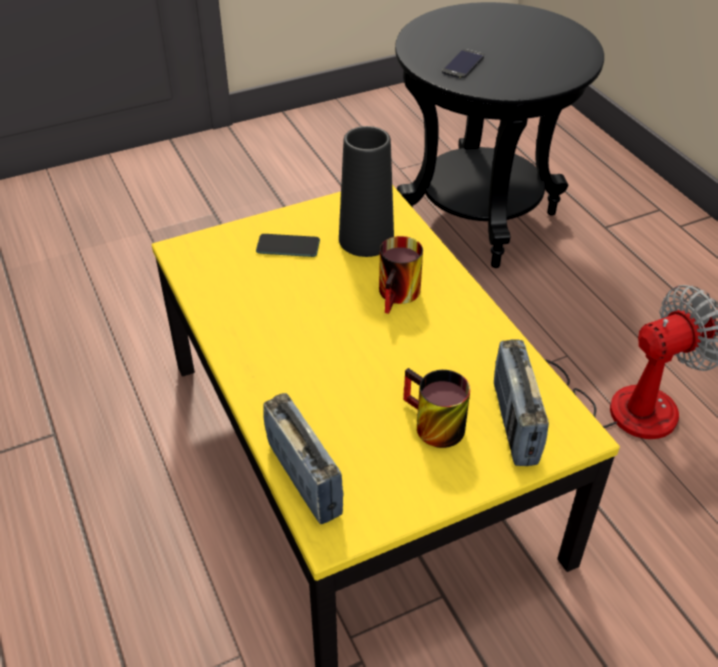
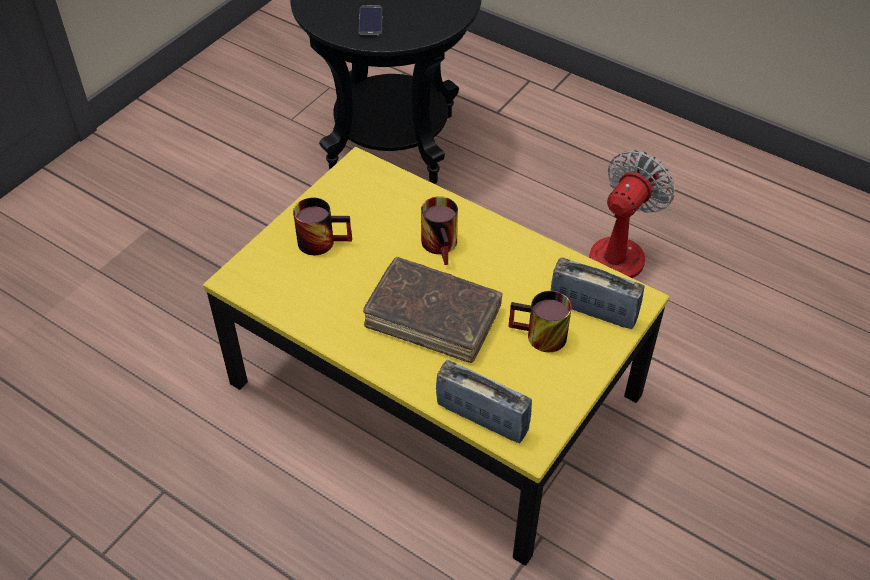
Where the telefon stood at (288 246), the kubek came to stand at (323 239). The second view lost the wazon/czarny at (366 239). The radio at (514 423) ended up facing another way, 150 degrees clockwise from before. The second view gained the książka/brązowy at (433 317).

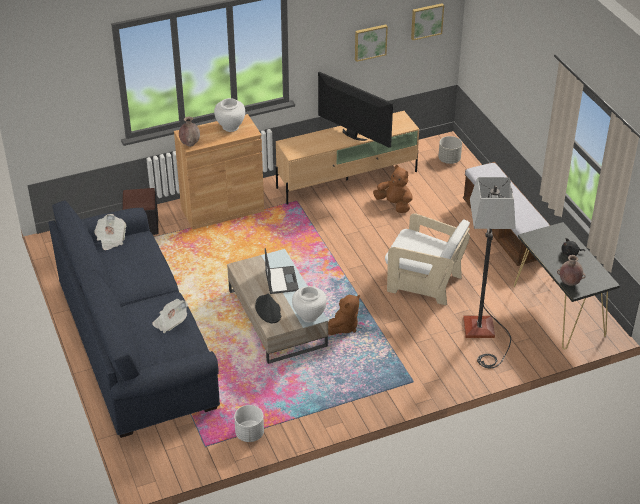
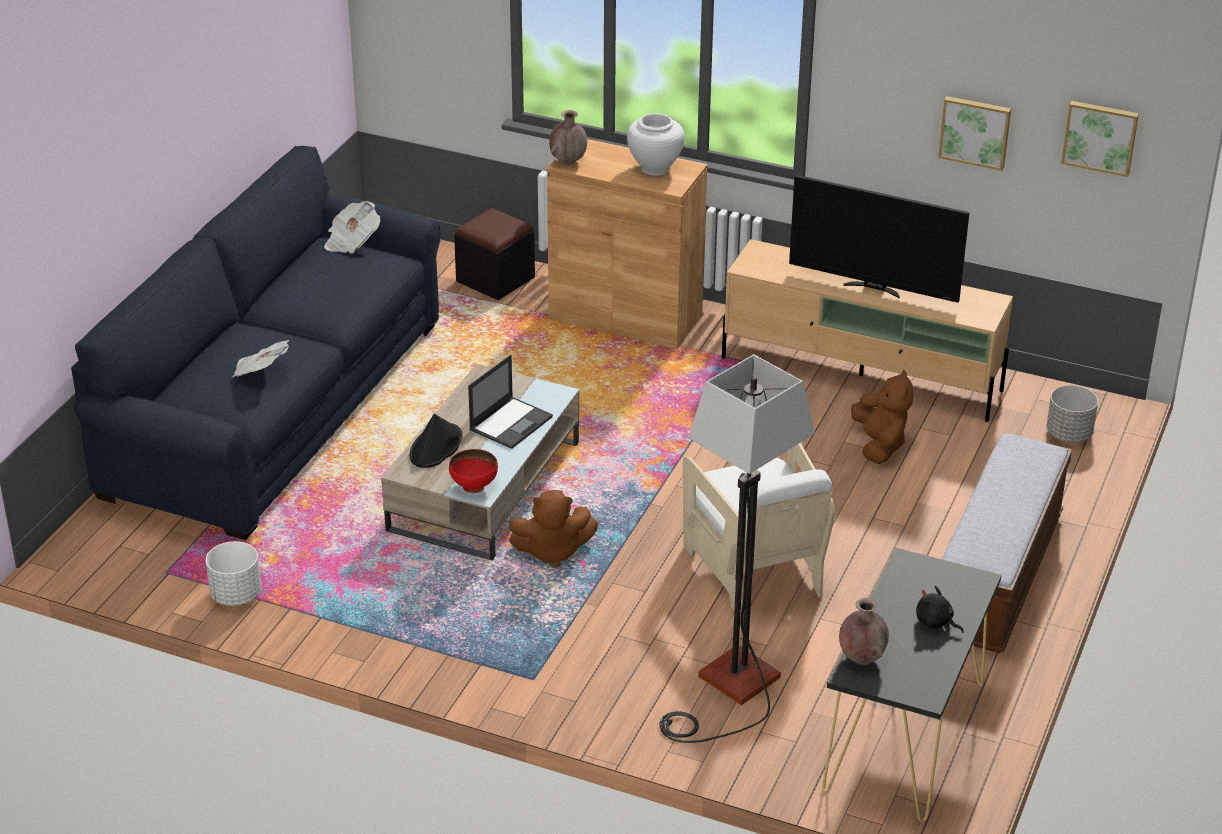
Where the wazon/biały stood at (309 316), the miska/czerwony came to stand at (474 487). The telewizor at (352 135) ended up facing another way, 120 degrees clockwise from before.

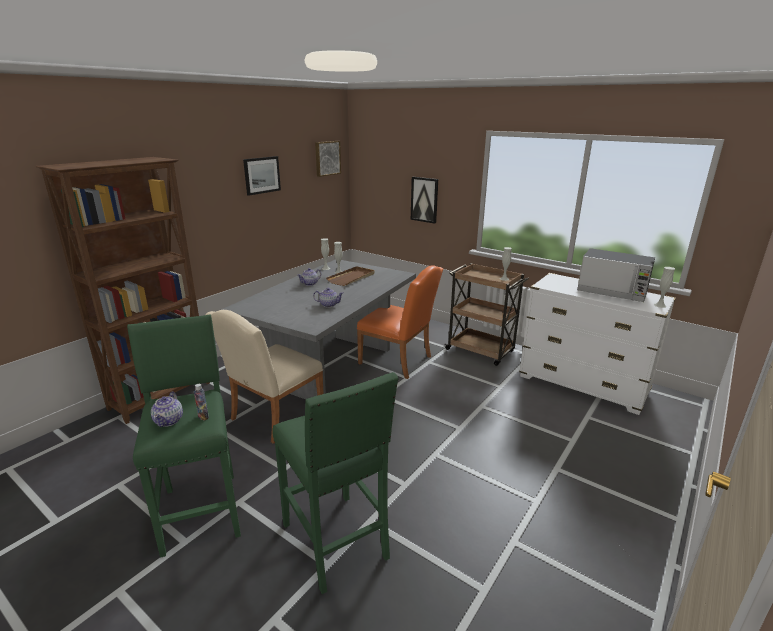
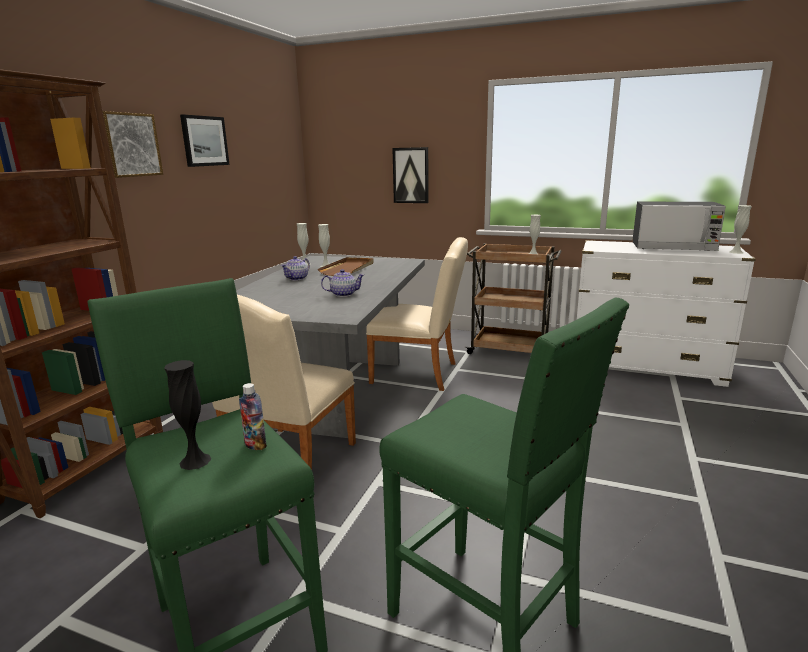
Where the imbryk stood at (169 420), the wazon/czarny came to stand at (195 461). The obraz ended up elsewhere, having gone from (327 158) to (130 145). What was the krzesło/pomarańczowy at (399 361) turned into the krzesło/beżowy at (420 373).

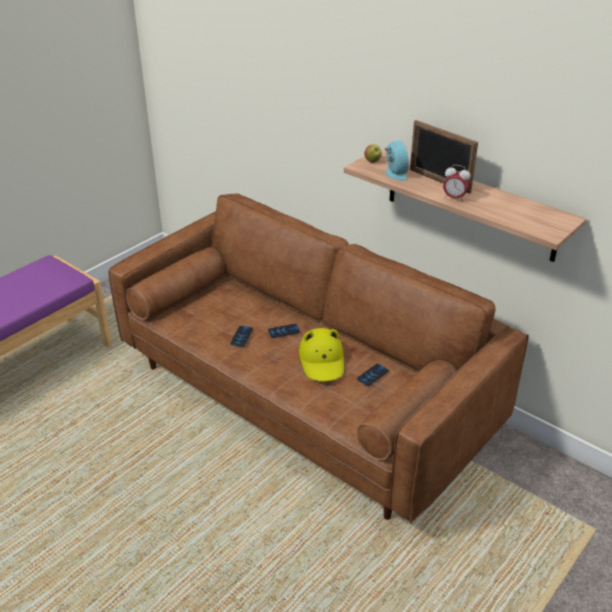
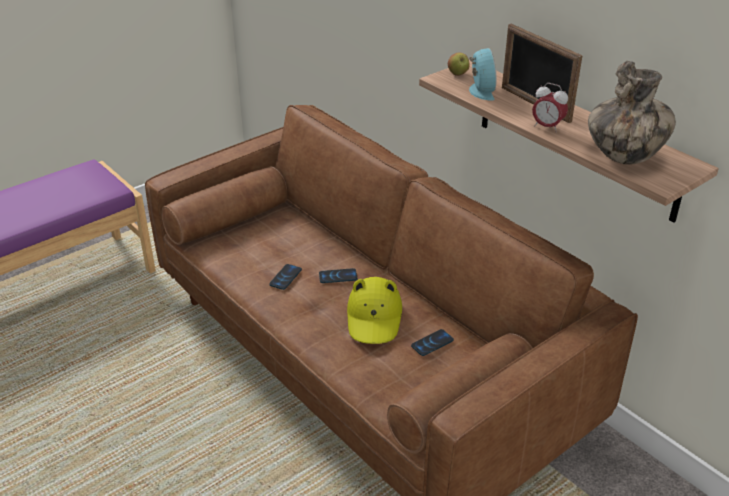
The second view gained the wazon at (625 157).

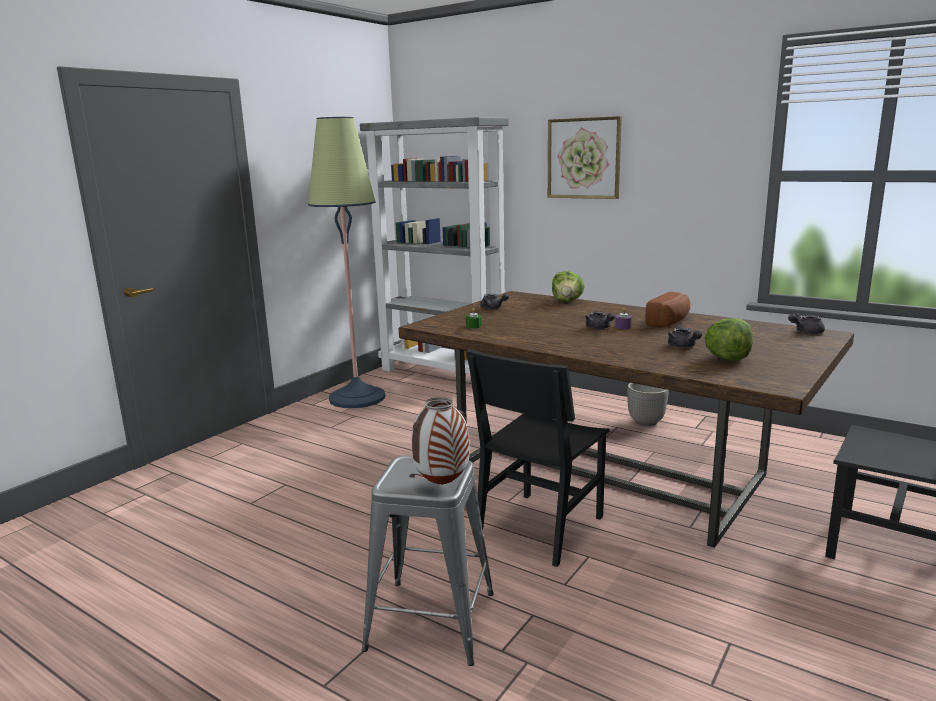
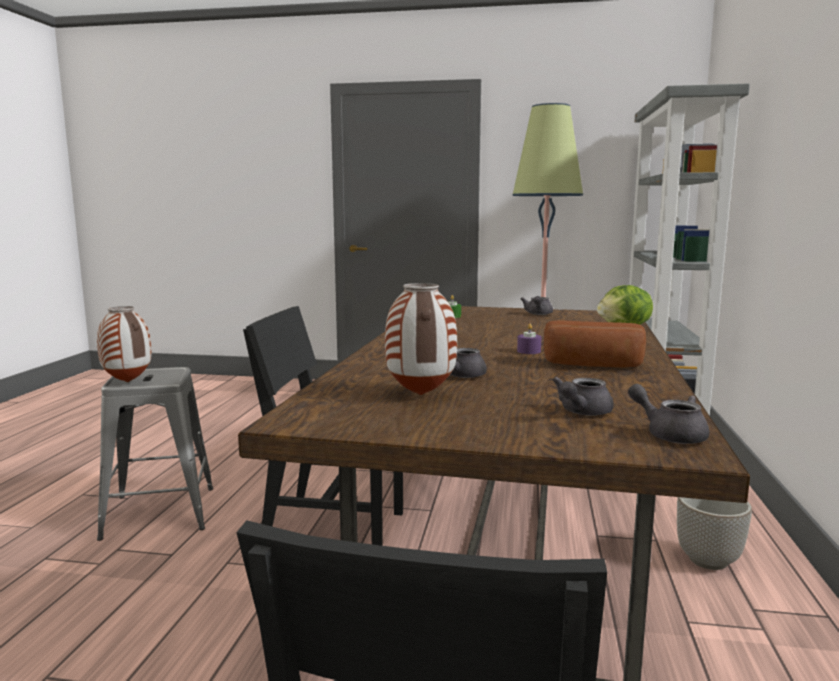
The second view lost the obraz at (584 158). The imbryk/szary ended up elsewhere, having gone from (599 328) to (581 412). Where the sałata stood at (727 358), the wazon came to stand at (419 395).

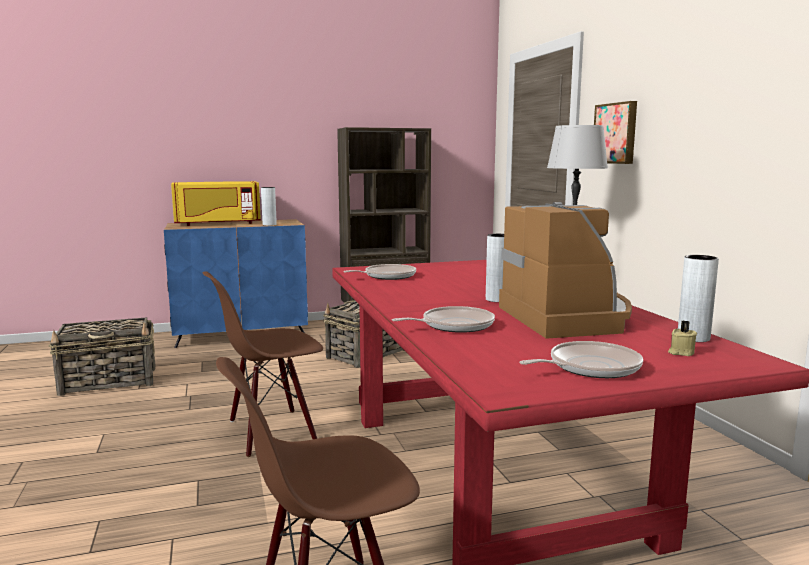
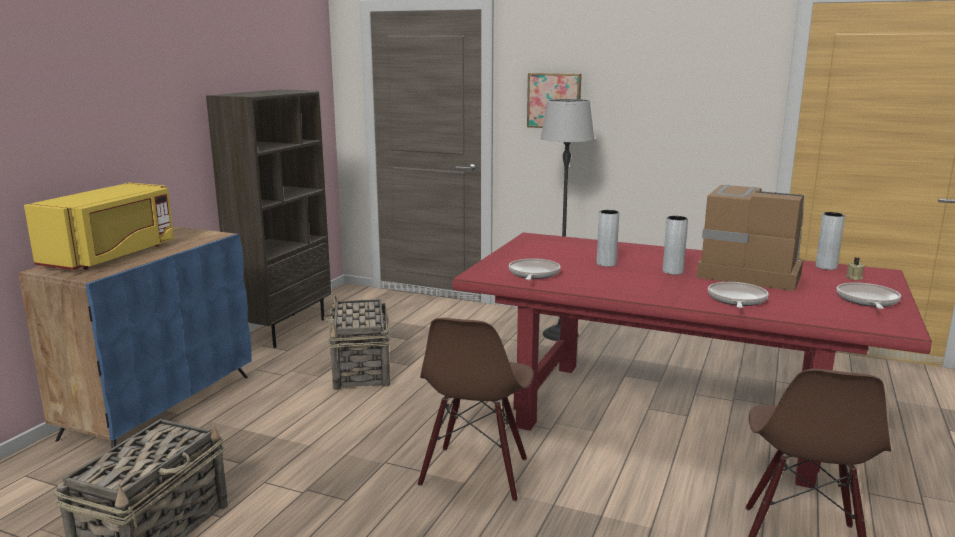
The wazon/szary ended up elsewhere, having gone from (269 224) to (606 264).

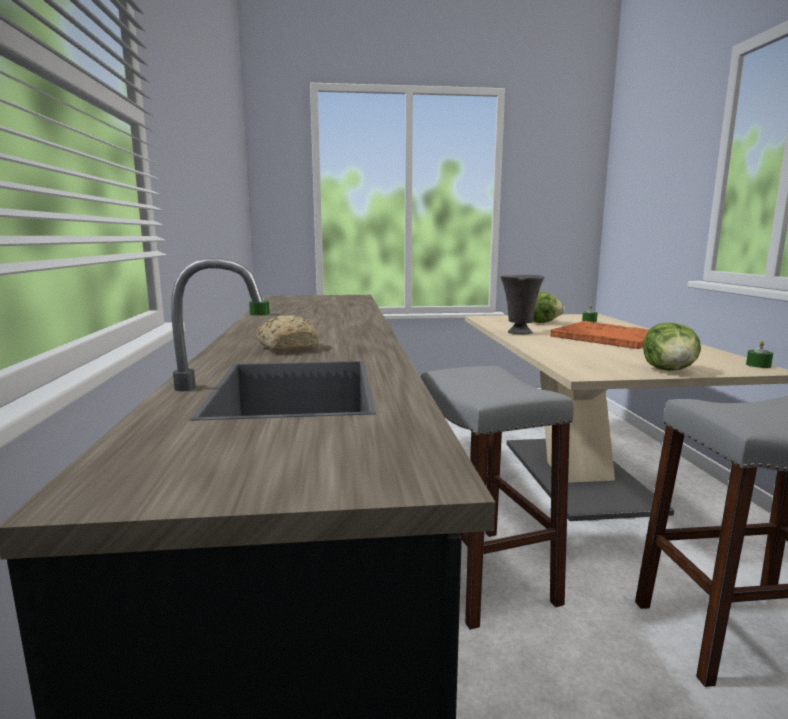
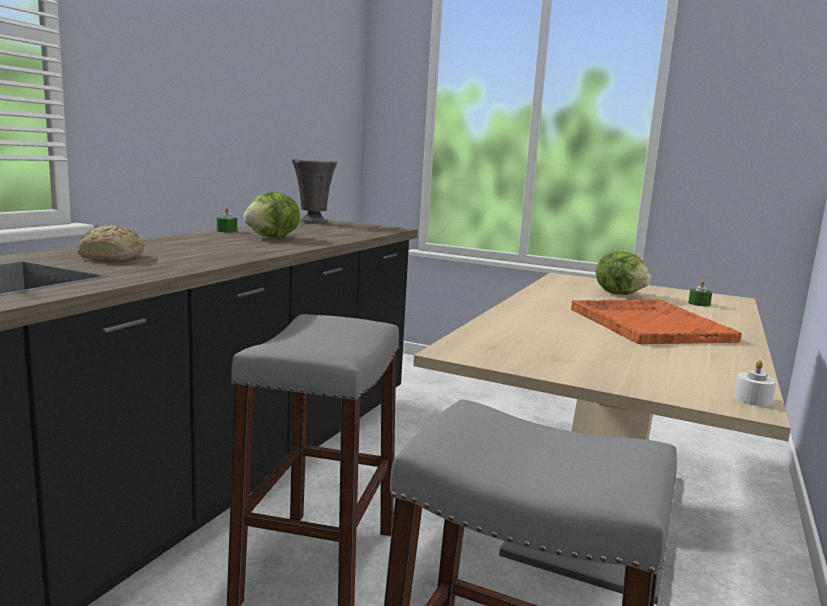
The wazon/szary ended up elsewhere, having gone from (518 333) to (312 222). The sałata ended up elsewhere, having gone from (669 370) to (273 237). What was the świeca/zielony at (758 365) turned into the świeca/biały at (752 399).

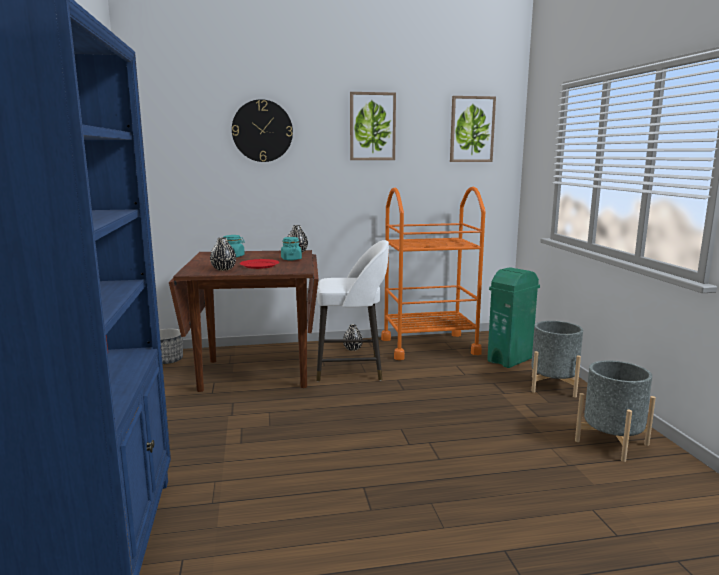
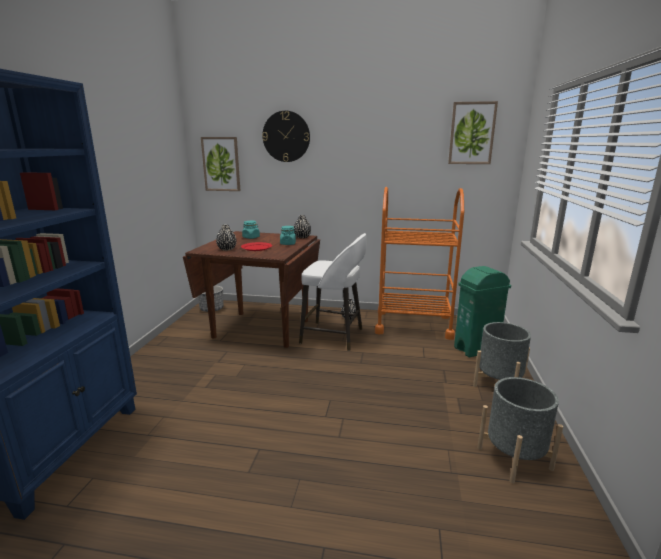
The obraz ended up elsewhere, having gone from (372 126) to (221 164).

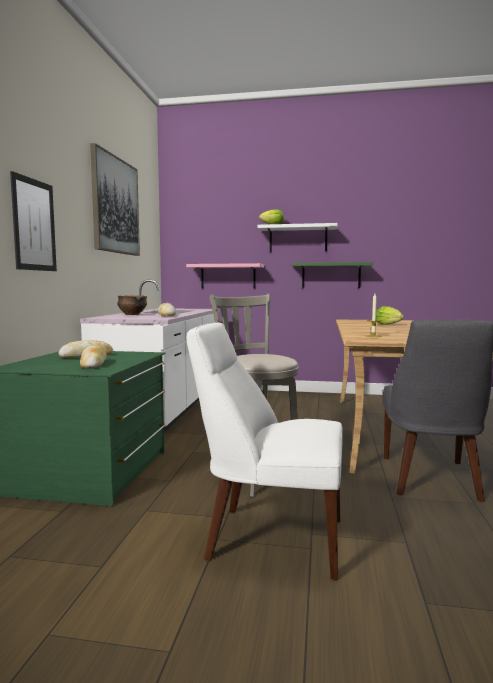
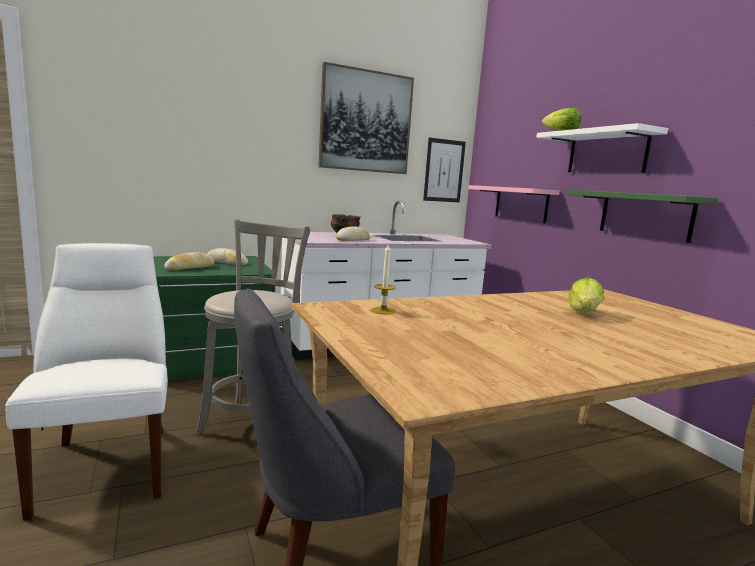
The obraz ended up elsewhere, having gone from (34 225) to (444 171).

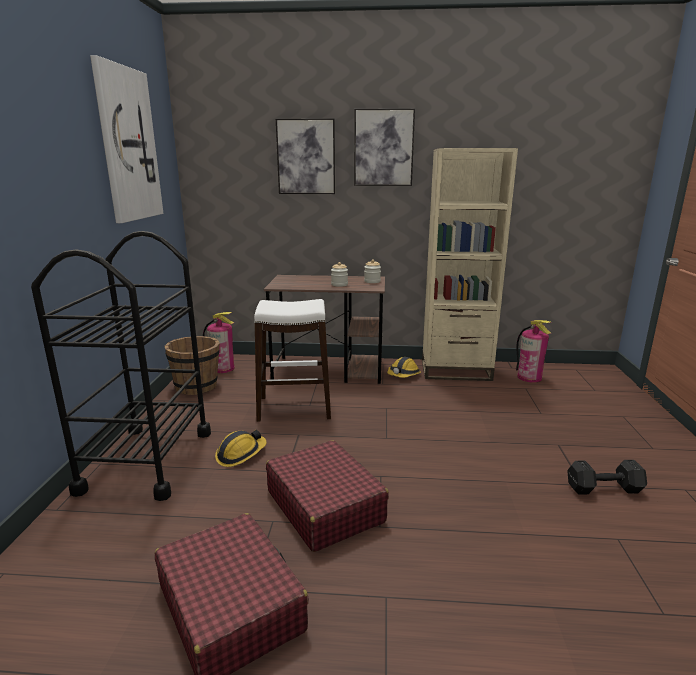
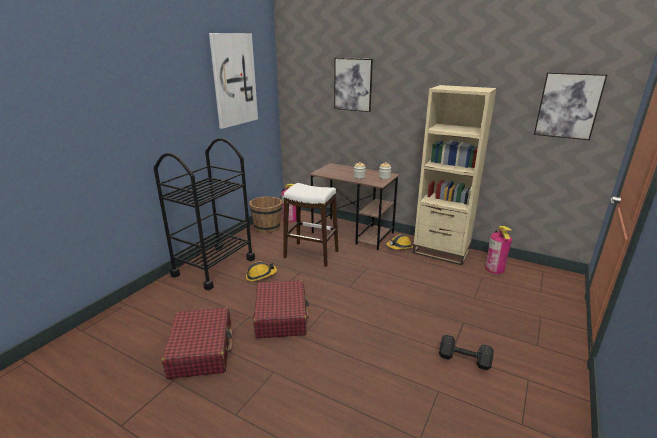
The obraz ended up elsewhere, having gone from (383 148) to (568 106).

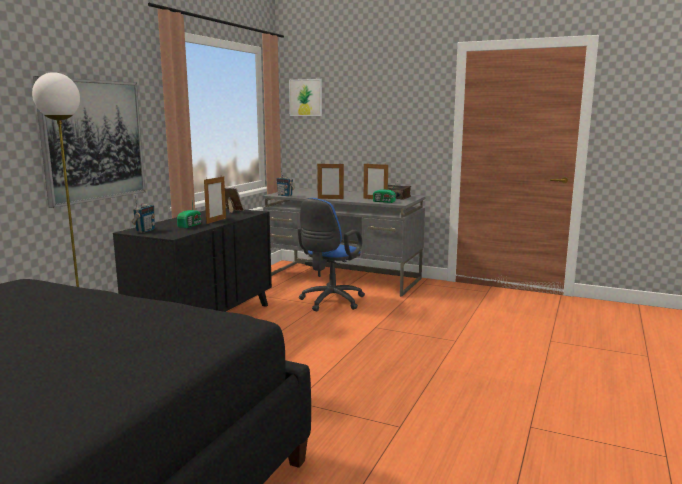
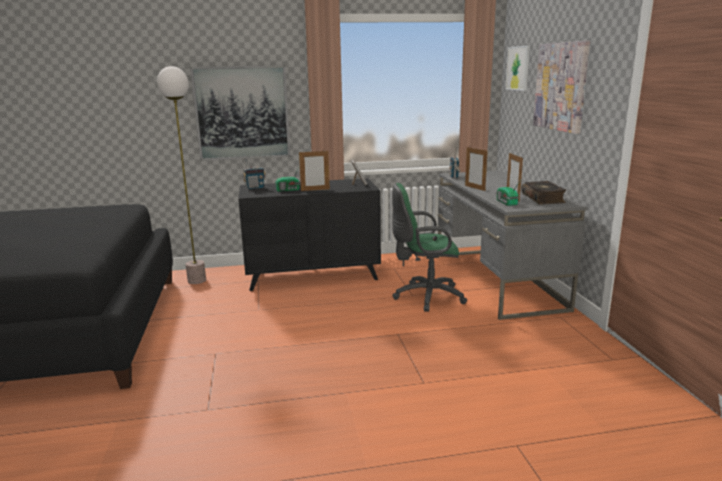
What was the krzesło biurowe/niebieski at (330 302) turned into the krzesło biurowe/zielony at (425 296). The second view gained the obraz at (561 86).

